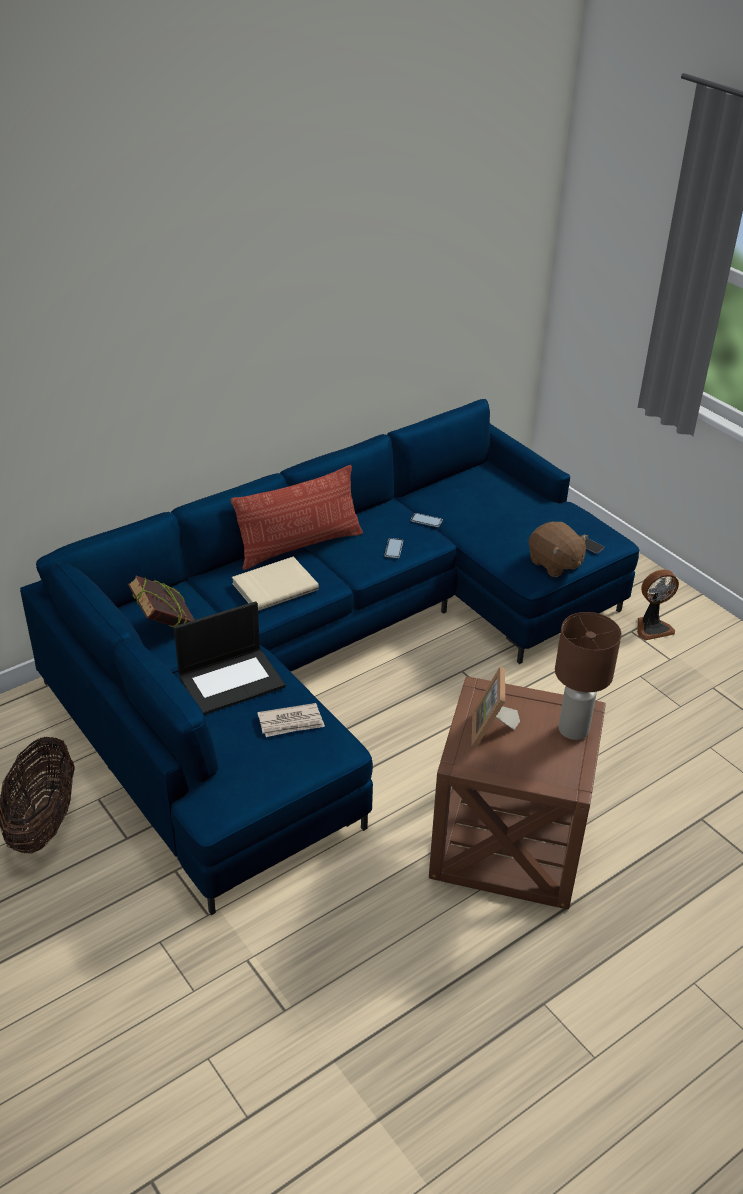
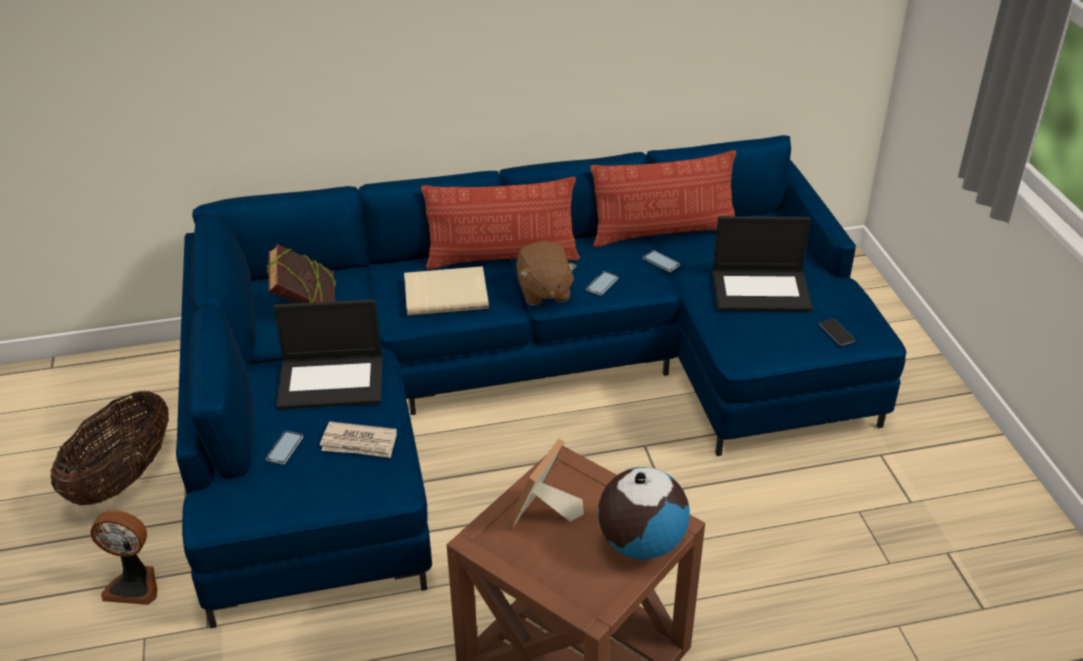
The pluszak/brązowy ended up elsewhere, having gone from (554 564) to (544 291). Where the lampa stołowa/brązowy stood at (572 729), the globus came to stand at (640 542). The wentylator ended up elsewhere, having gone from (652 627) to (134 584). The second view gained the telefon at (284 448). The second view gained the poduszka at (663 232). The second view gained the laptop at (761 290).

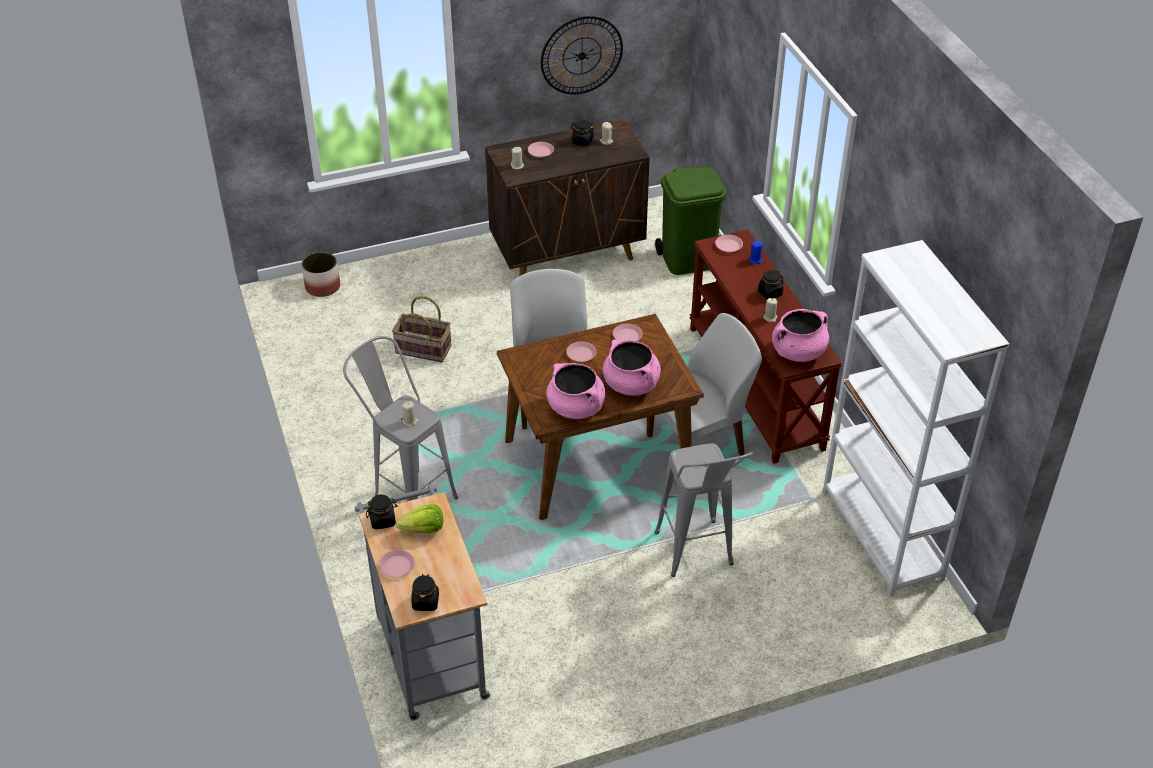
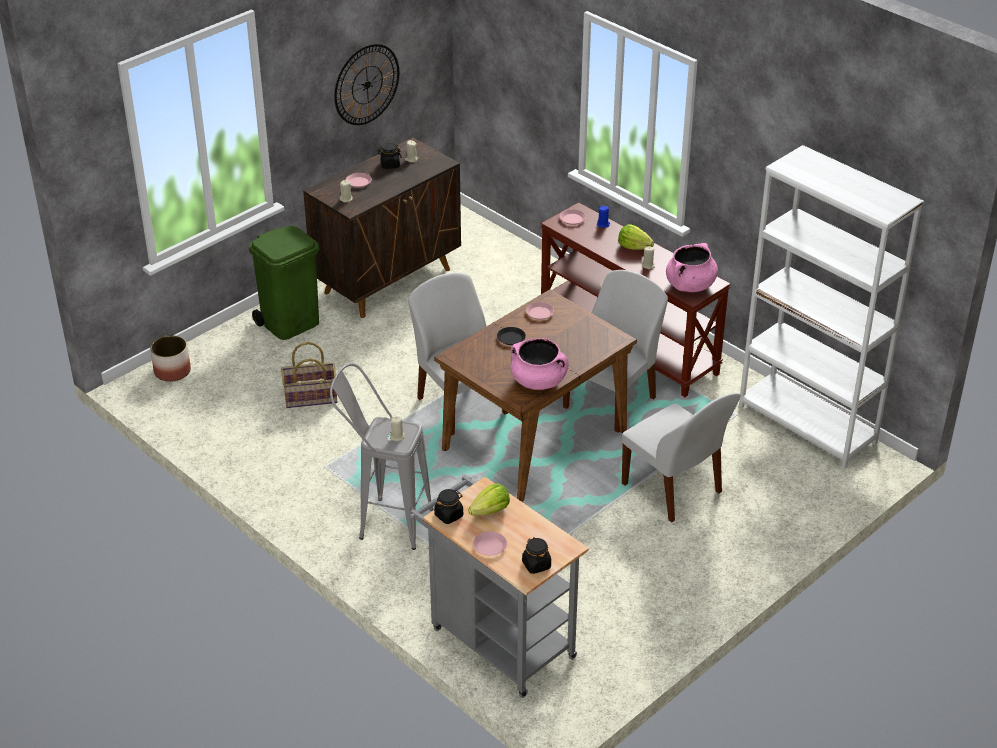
What was the talerz/różowy at (581 354) turned into the talerz/czarny at (511 338). The second view lost the garnek/różowy at (631 384). The kosz na śmieci/zielony ended up elsewhere, having gone from (688 260) to (291 323). Where the stołek/szary stood at (697 558), the krzesło/biały came to stand at (673 490). Where the słoik/czarny stood at (770 293), the sałata came to stand at (634 247).

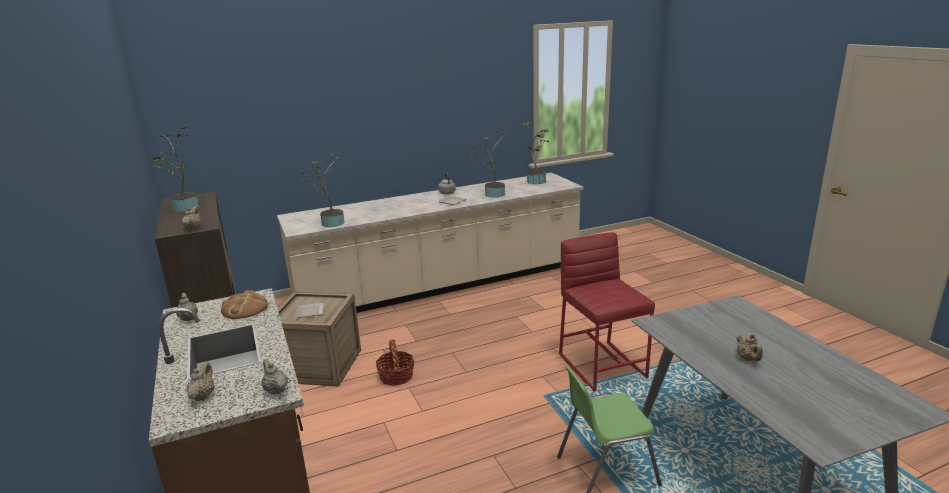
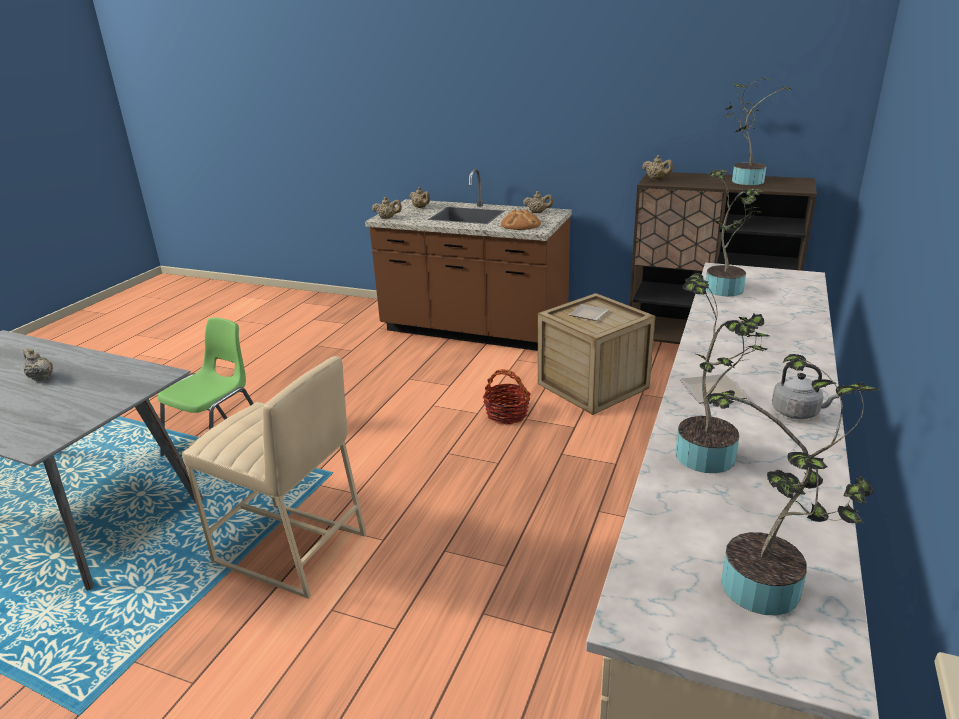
What was the stołek/czerwony at (602 365) turned into the stołek/beżowy at (291 549).

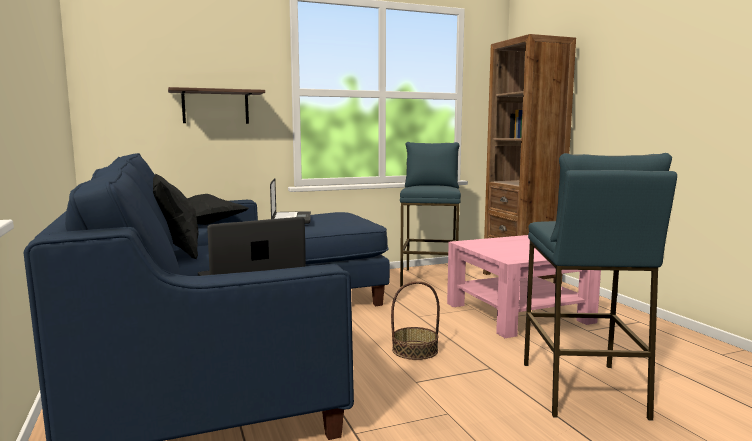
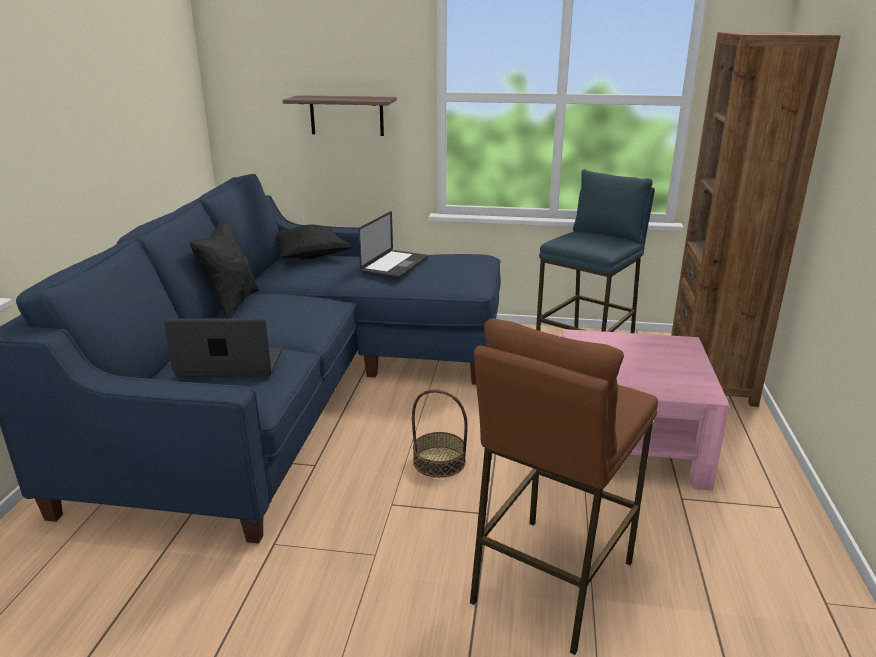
What was the stołek/niebieski at (582 389) turned into the stołek/brązowy at (550 581).

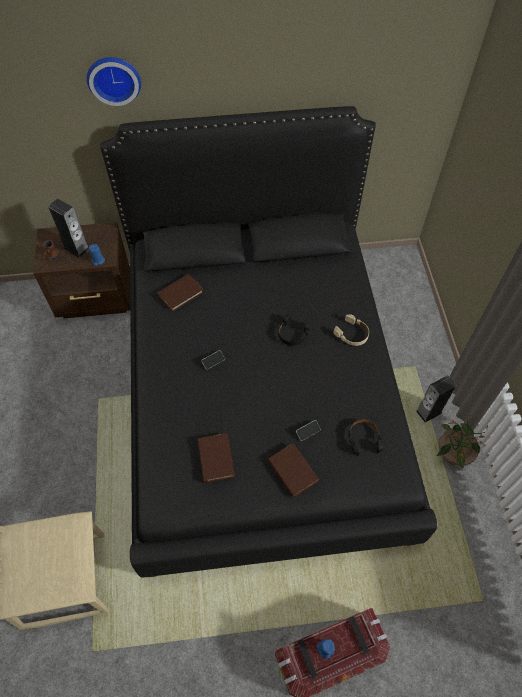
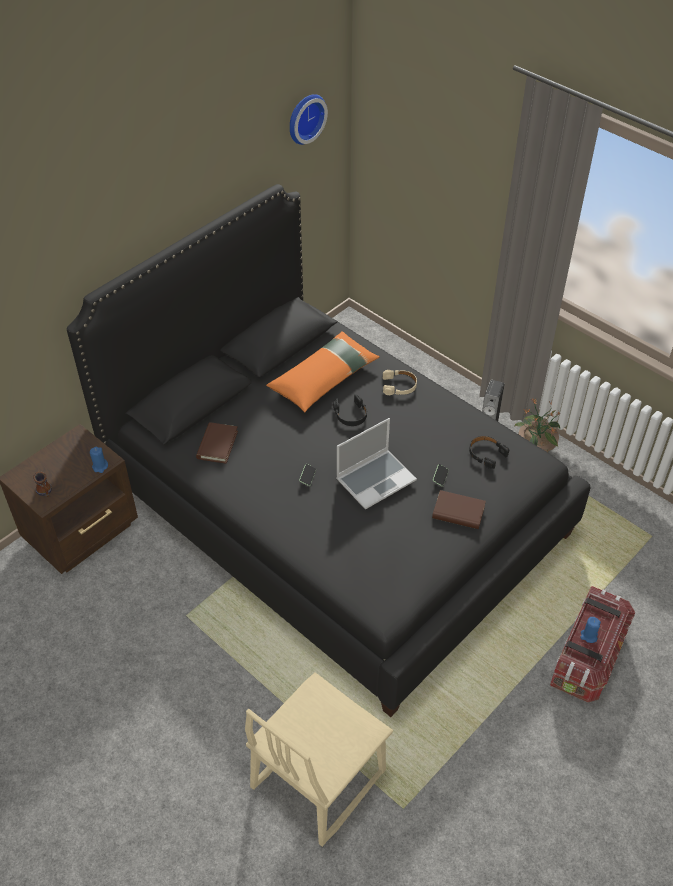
The second view lost the głośnik at (76 248). The zegar ścienny ended up elsewhere, having gone from (114 78) to (304 117). The second view lost the książka/brązowy at (215 459). The second view gained the poduszka/pomarańczowy at (324 379). The second view gained the laptop at (376 479).

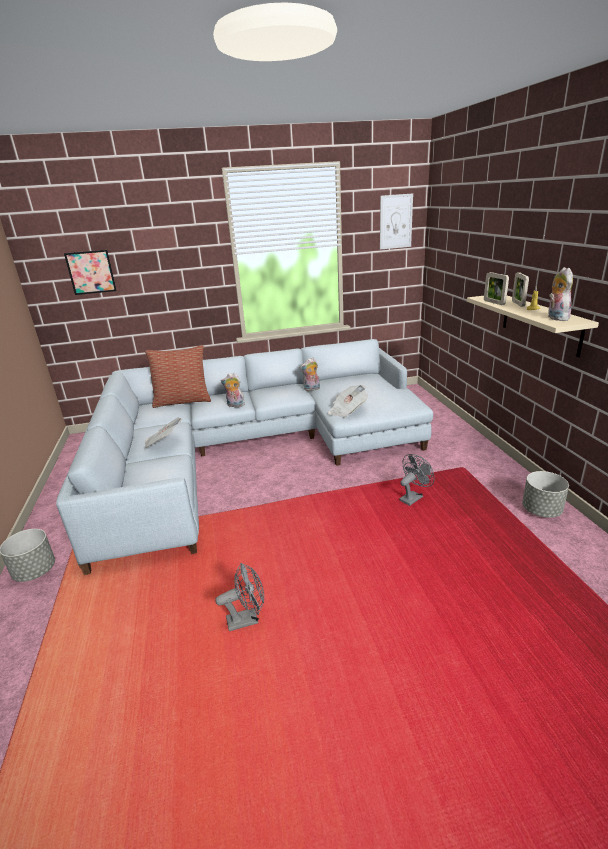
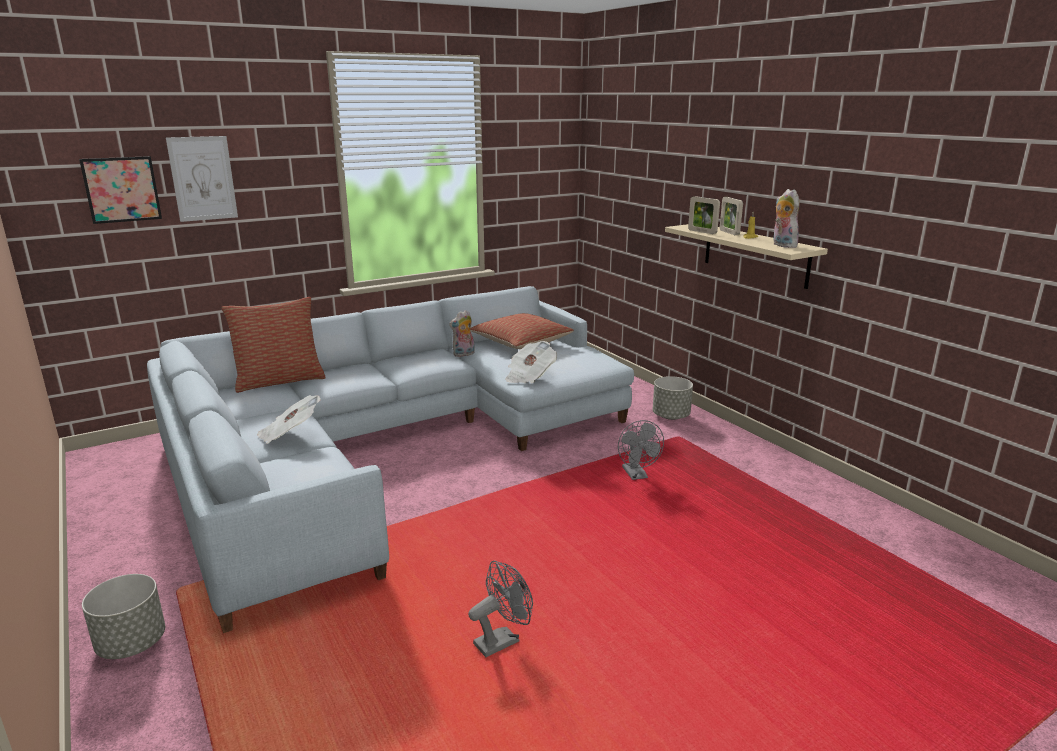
The second view lost the pluszak at (235 405). The obraz ended up elsewhere, having gone from (396 221) to (203 178). The wentylator/szary at (413 497) ended up facing another way, 135 degrees clockwise from before. The donica/szary ended up elsewhere, having gone from (541 511) to (671 416). The second view gained the poduszka at (521 342).

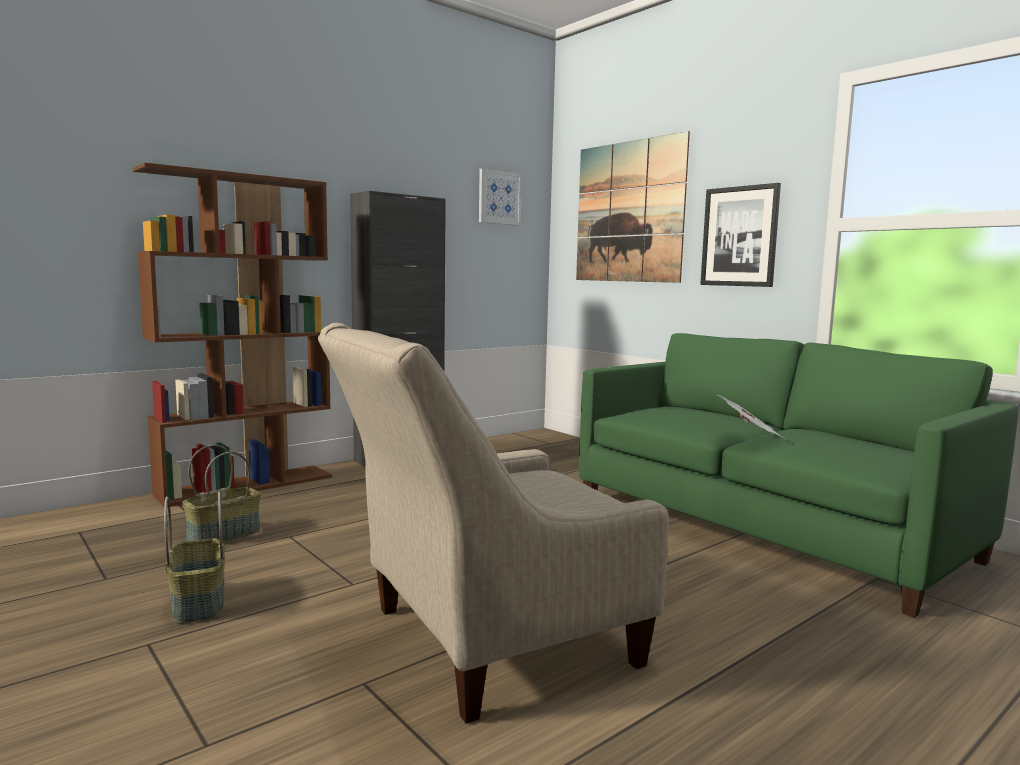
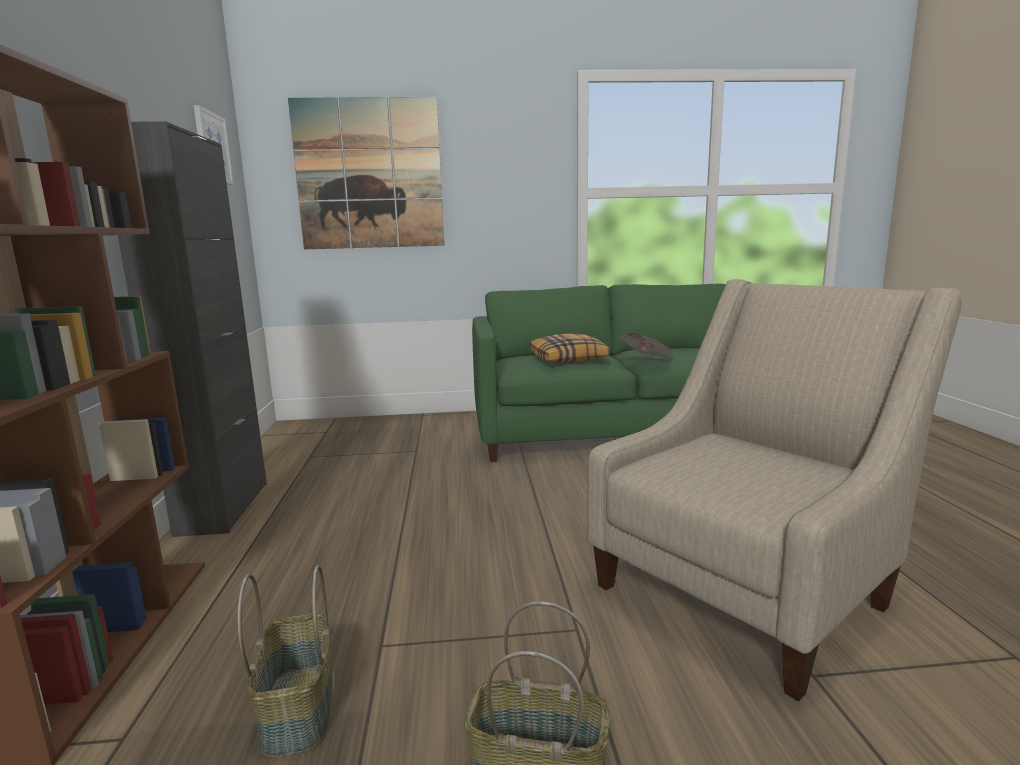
The fotel/beżowy at (484 641) ended up facing another way, 135 degrees counterclockwise from before. The second view lost the obraz at (739 236). The second view gained the poduszka at (569 359).

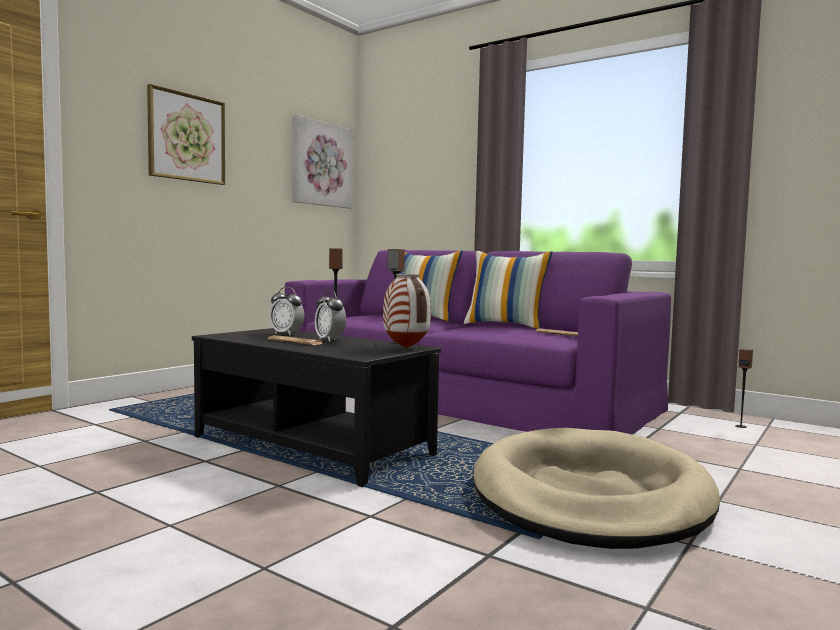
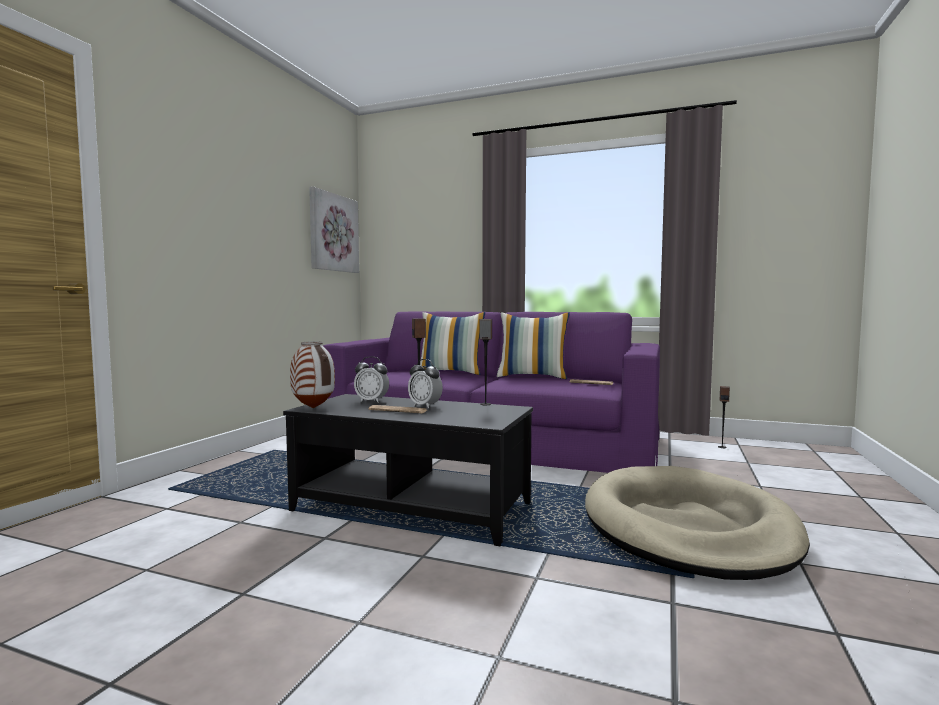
The second view lost the obraz at (186 137). The wazon ended up elsewhere, having gone from (407 348) to (314 408).

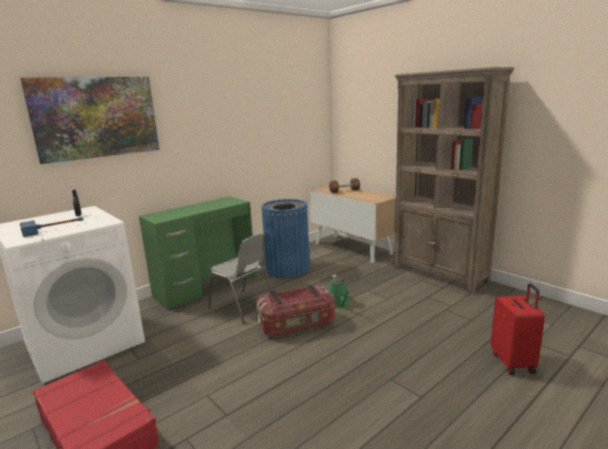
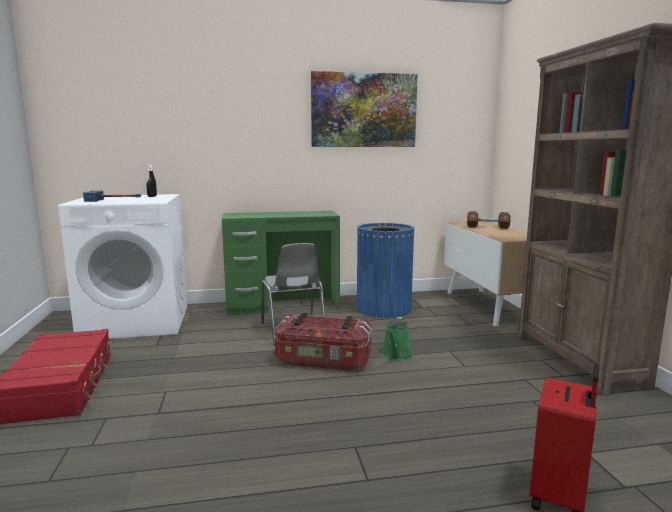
The obraz ended up elsewhere, having gone from (96 117) to (364 110).

